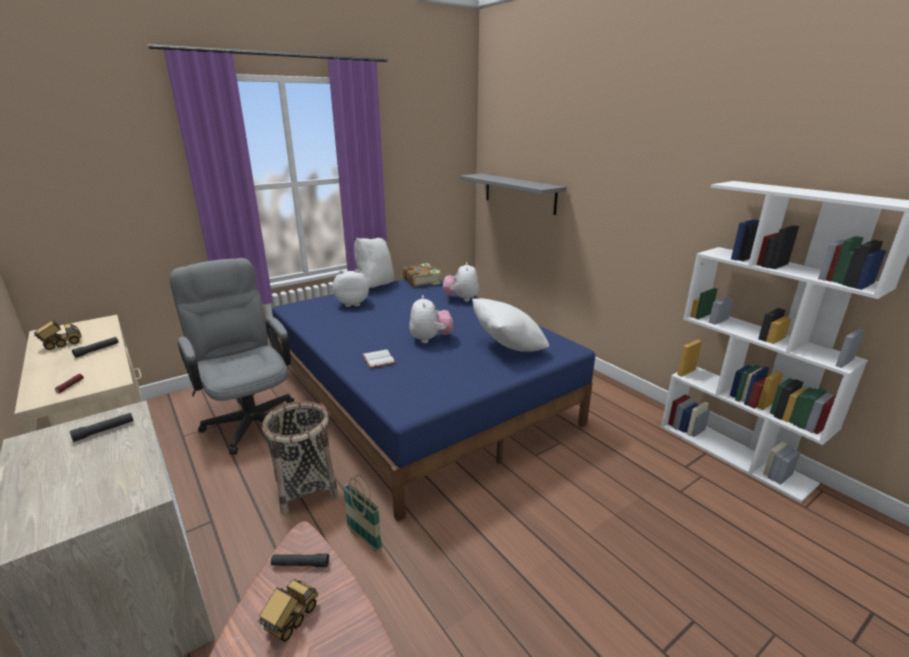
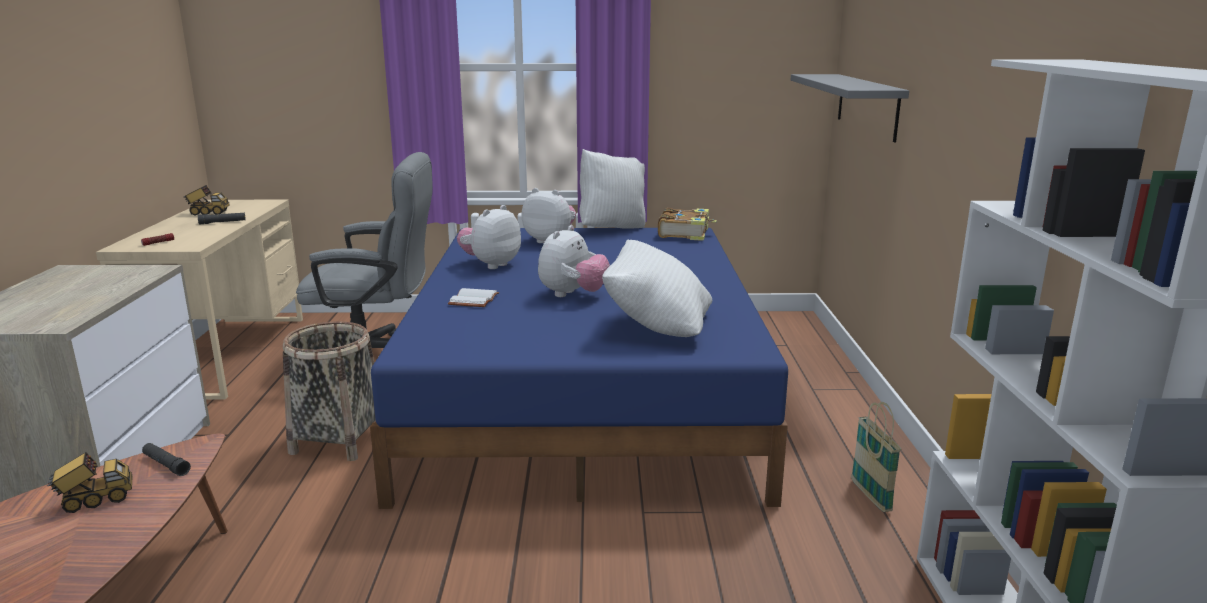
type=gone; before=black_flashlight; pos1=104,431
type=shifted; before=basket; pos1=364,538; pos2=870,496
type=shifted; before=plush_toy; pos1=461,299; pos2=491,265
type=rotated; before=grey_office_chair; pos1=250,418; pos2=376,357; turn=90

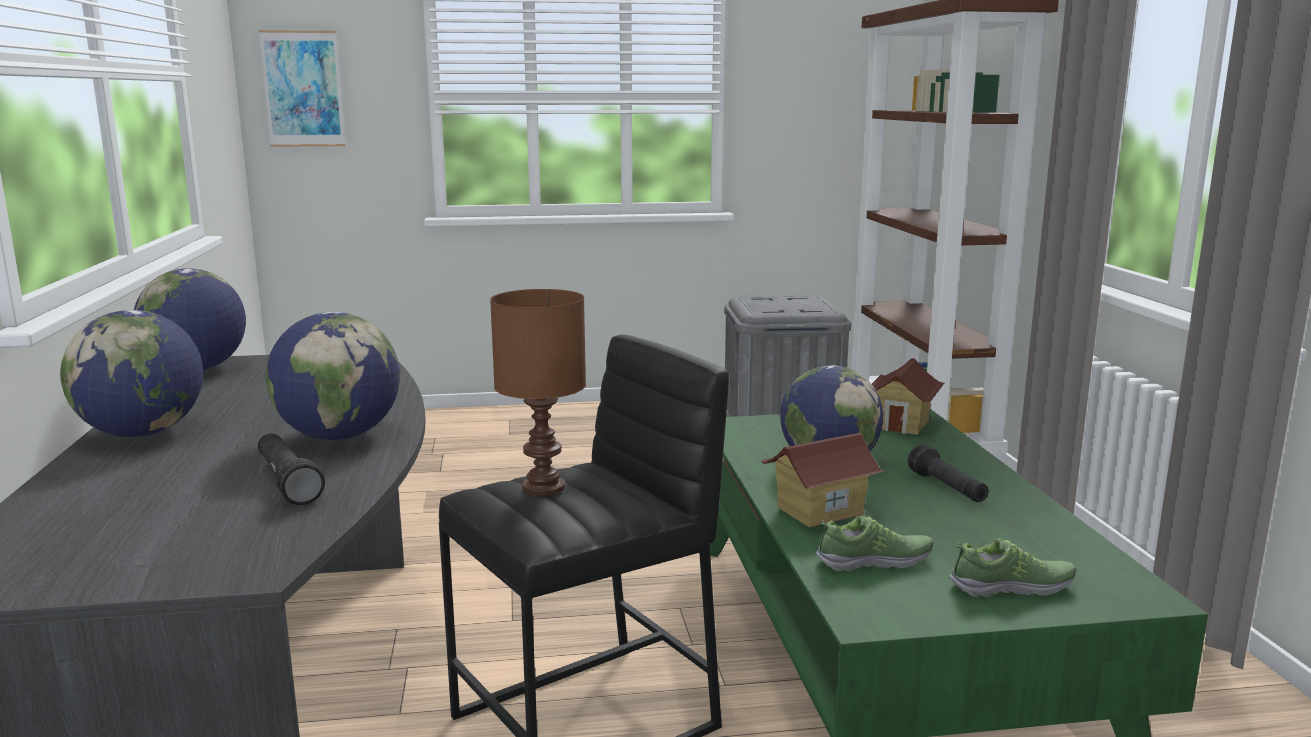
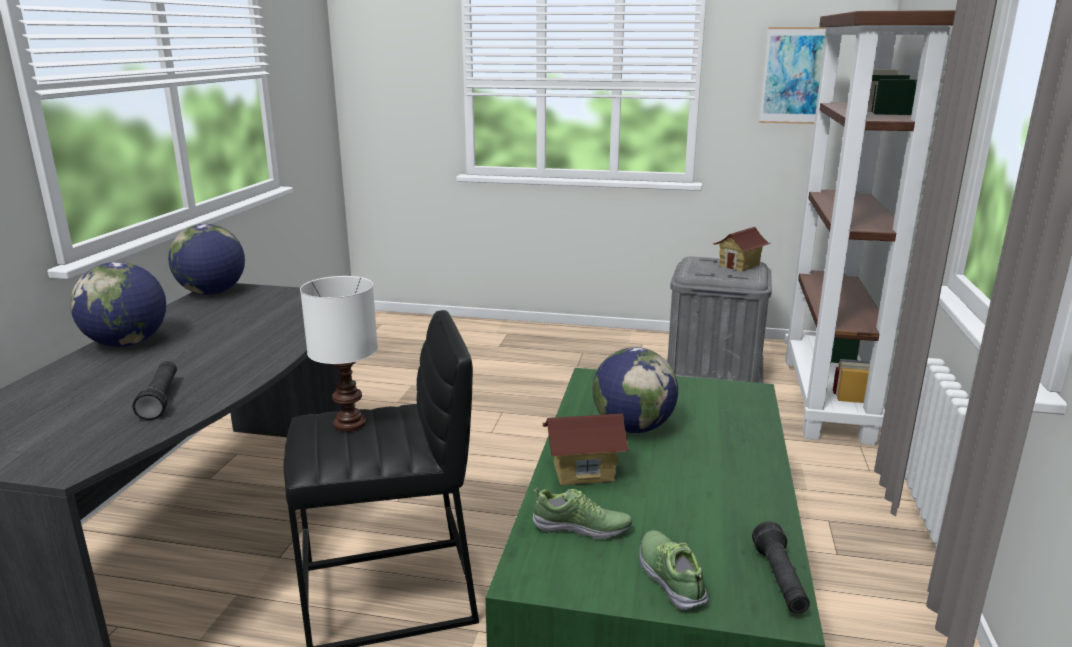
type=gone; before=globe; pos1=339,436
type=shifted; before=picture; pos1=303,89; pos2=794,76
type=shifted; before=toy_house; pos1=902,424; pos2=739,266
type=shifted; before=black_flashlight; pos1=947,489; pos2=780,580
type=repainted; before=brown_table_lamp; after=white_table_lamp; pos1=542,488; pos2=348,424
type=rotated; before=shoe; pos1=1012,587; pos2=671,577; turn=-120

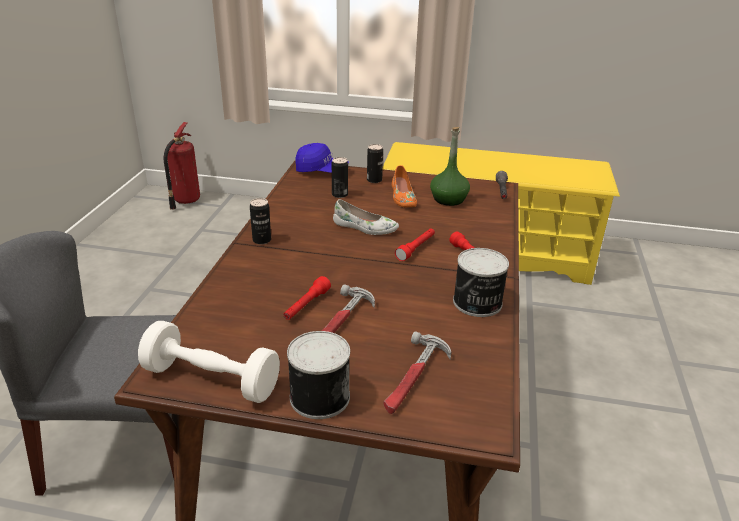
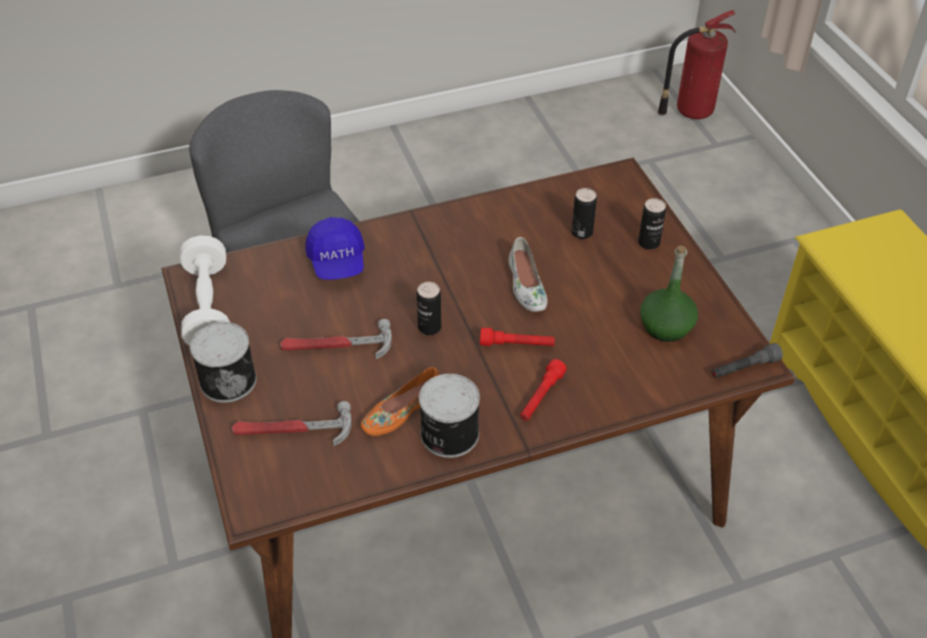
type=gone; before=red_flashlight; pos1=306,305
type=shifted; before=can; pos1=262,240; pos2=429,327
type=shifted; before=blue_cap; pos1=321,170; pos2=337,262
type=shifted; before=orange_shoe; pos1=402,197; pos2=401,410

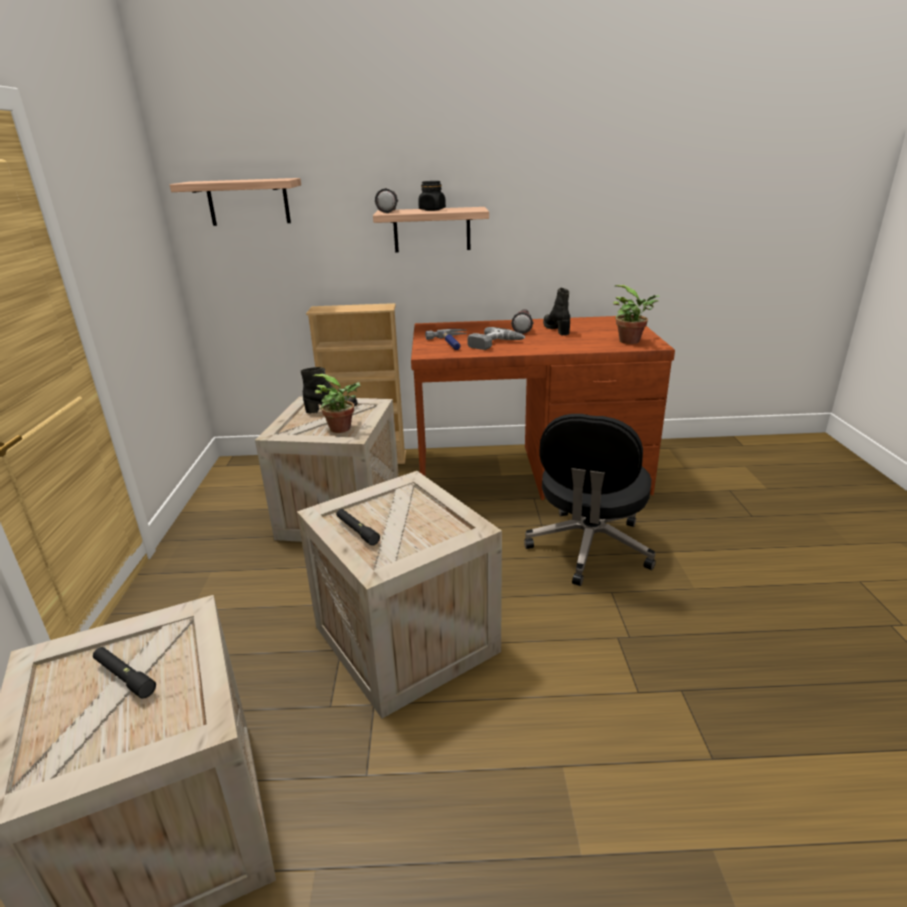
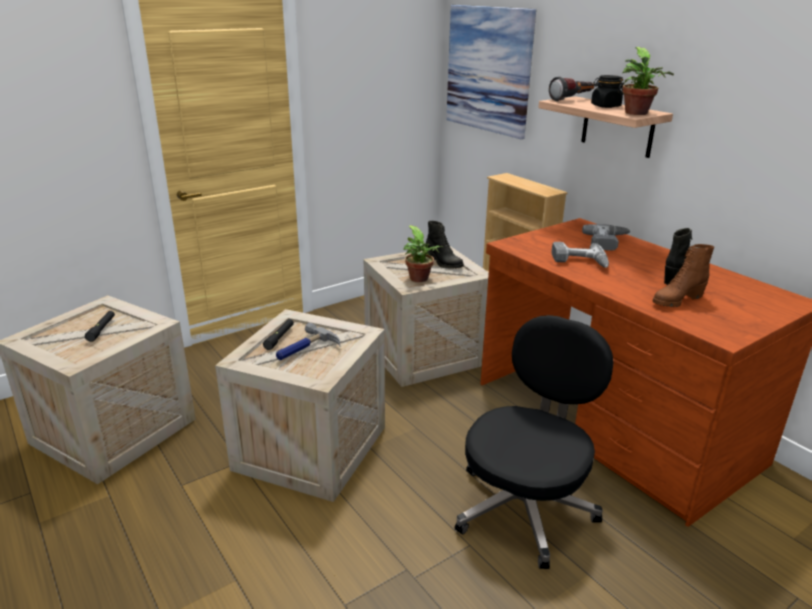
type=gone; before=flashlight; pos1=523,328
type=new; after=power_drill; pos2=608,242
type=new; after=brown_boot; pos2=677,300
type=shifted; before=hammer; pos1=452,343; pos2=305,349
type=shifted; before=potted_plant; pos1=632,341; pos2=637,113
type=swapped; before=shelf; after=picture; pos1=248,202; pos2=488,70
type=rotated; before=black_office_chair; pos1=589,548; pos2=525,507; turn=135

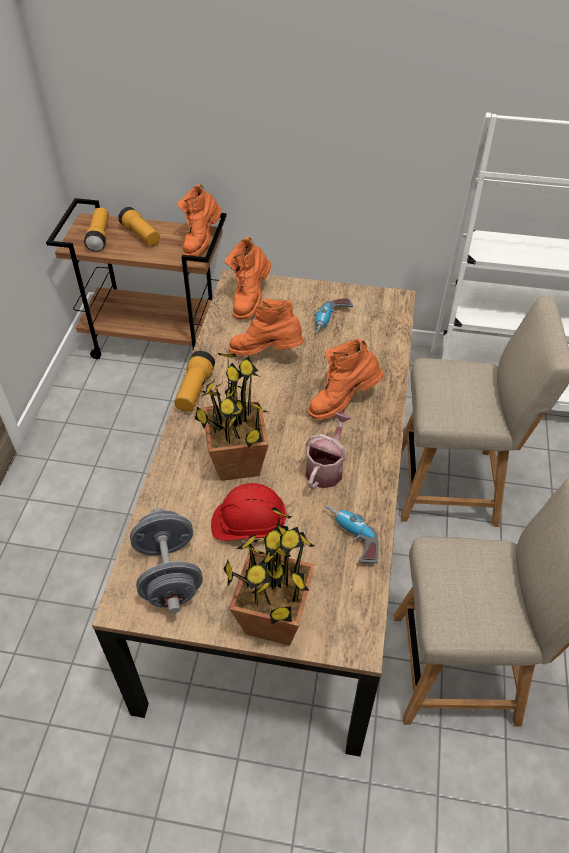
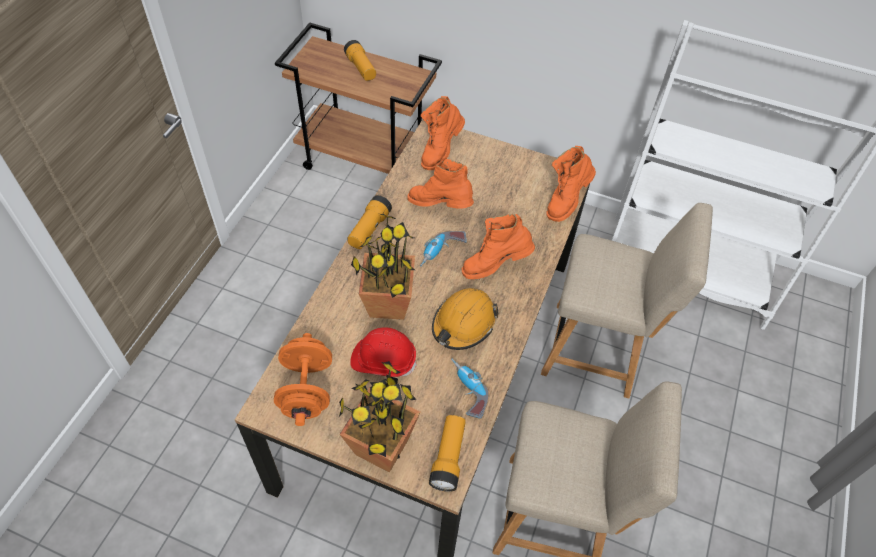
type=shifted; before=flashlight; pos1=99,237; pos2=448,457
type=shifted; before=orange_boot; pos1=201,241; pos2=566,201
type=shifted; before=power_drill; pos1=331,321; pos2=441,253
type=swapped; before=watering_can; after=orange_hard_hat; pos1=326,468; pos2=463,324
type=repainted; before=grey_dumbbell; after=orange_dumbbell; pos1=169,574; pos2=306,390

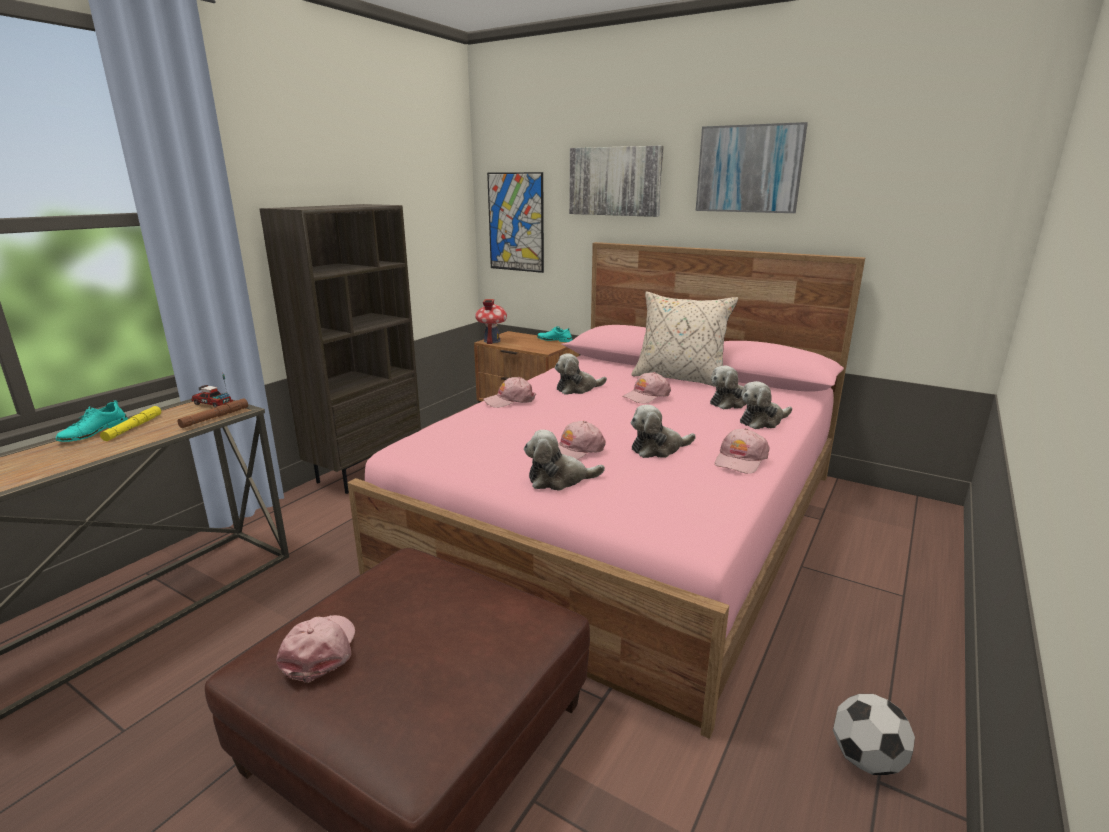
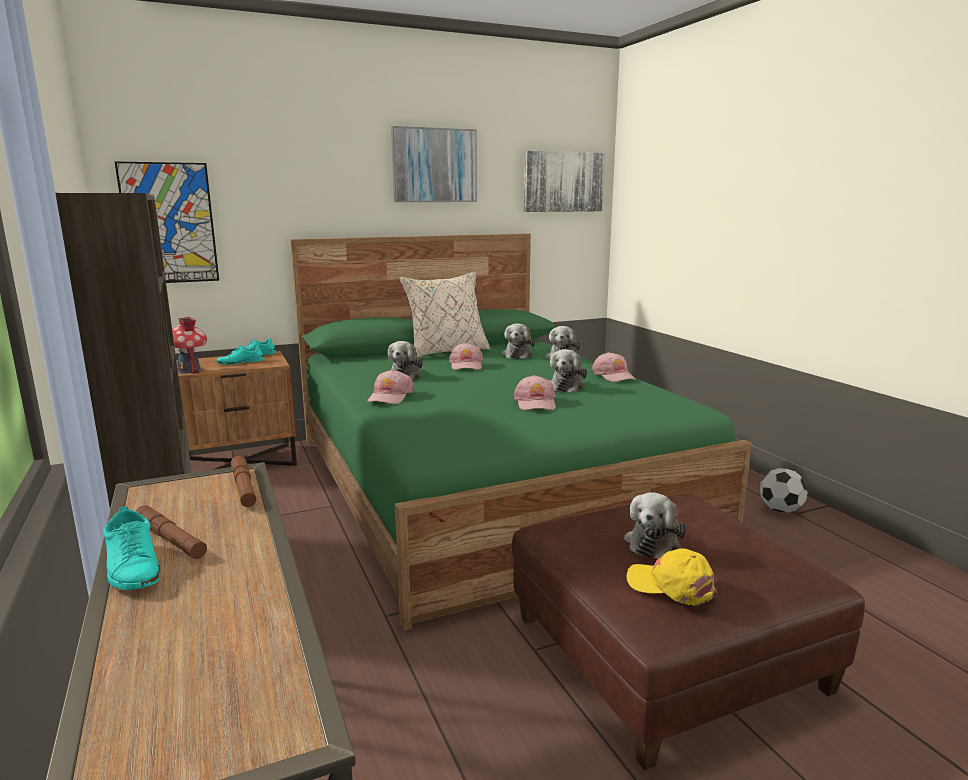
type=gone; before=toy_truck; pos1=212,404
type=new; after=turquoise_shoe; pos2=240,362
type=shifted; before=plush_toy; pos1=559,479; pos2=653,542
type=shifted; before=picture; pos1=615,181; pos2=563,182
type=repainted; before=yellow_flashlight; after=brown_flashlight; pos1=133,427; pos2=170,539
type=repainted; before=pink_cap; after=yellow_cap; pos1=320,651; pos2=671,586
type=repainted; before=pink_bed; after=green_bed; pos1=629,521; pos2=485,482

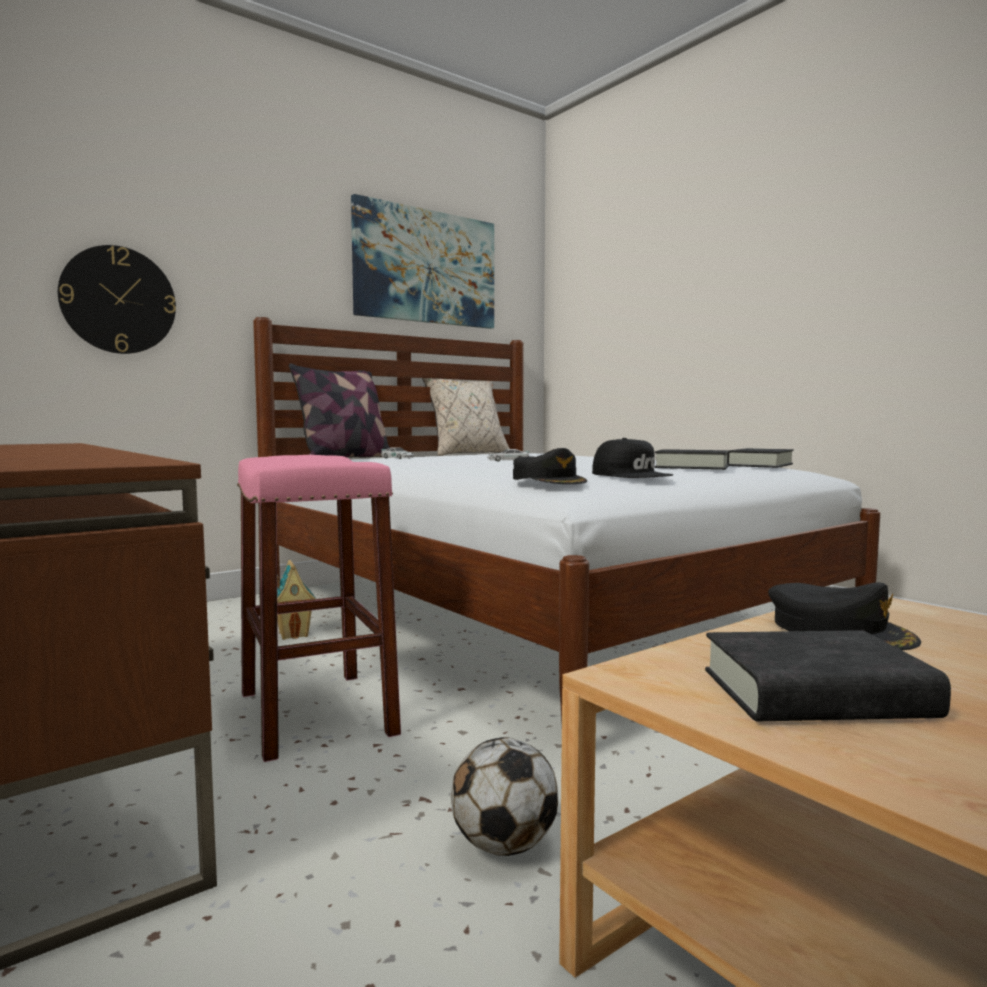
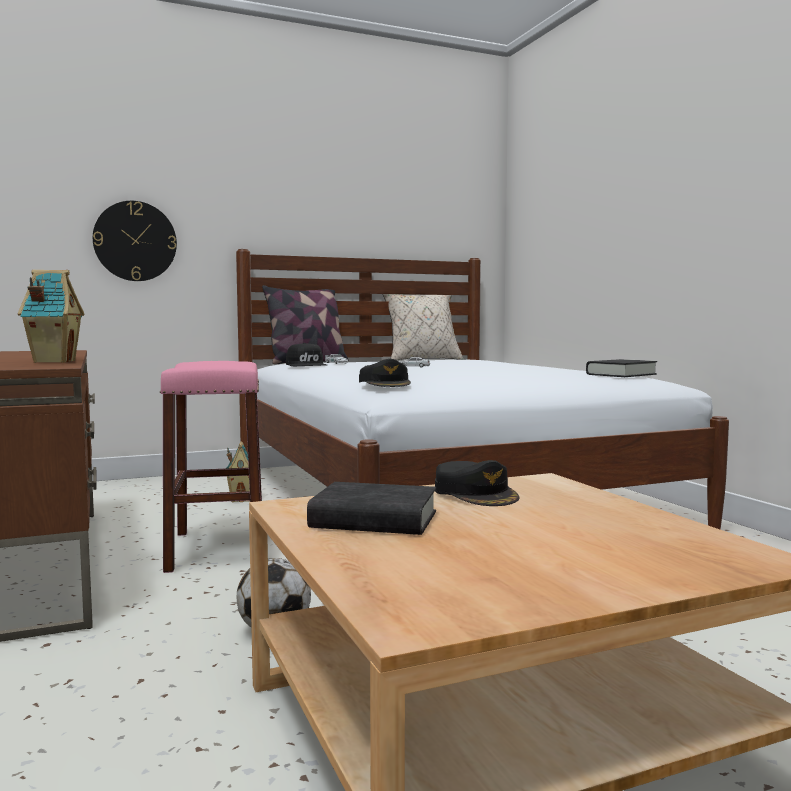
type=gone; before=picture; pos1=426,267
type=gone; before=black_book; pos1=692,467
type=new; after=toy_house; pos2=53,361
type=shifted; before=black_cap; pos1=632,475; pos2=307,365

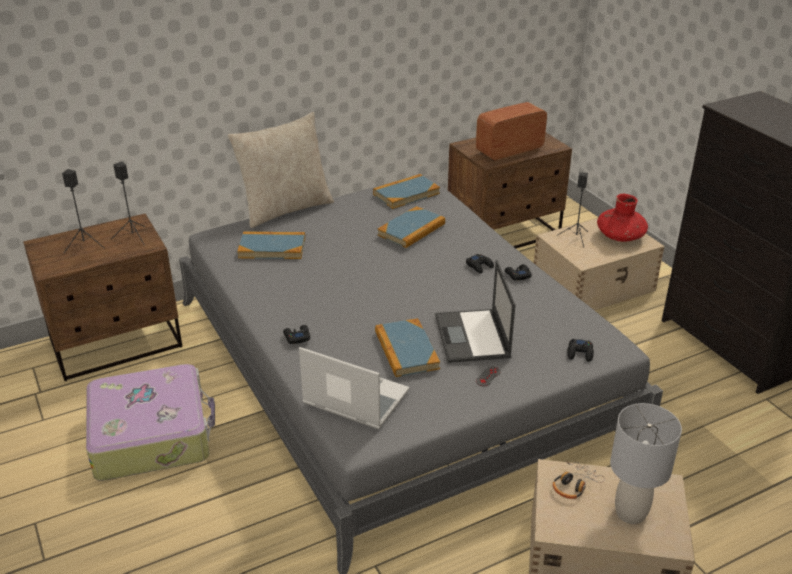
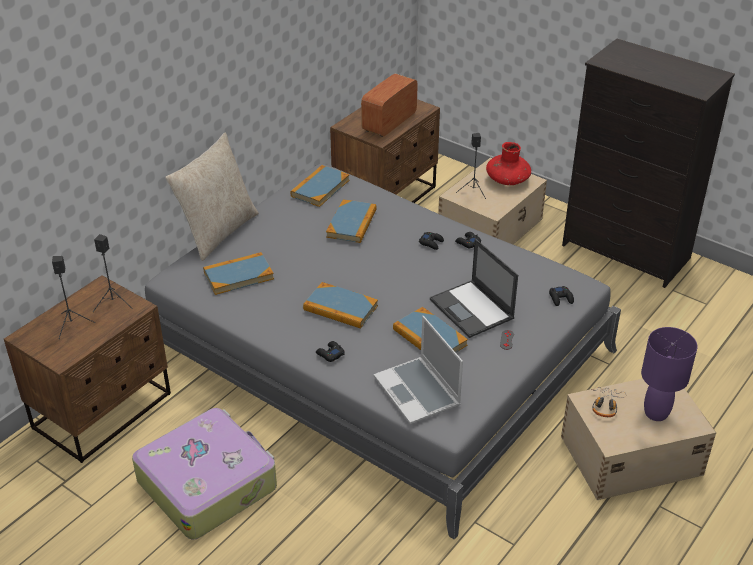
type=new; after=book; pos2=340,308
type=repainted; before=grey_table_lamp; after=purple_table_lamp; pos1=630,513; pos2=656,413
type=rotated; before=laptop; pos1=354,398; pos2=418,392; turn=-120

